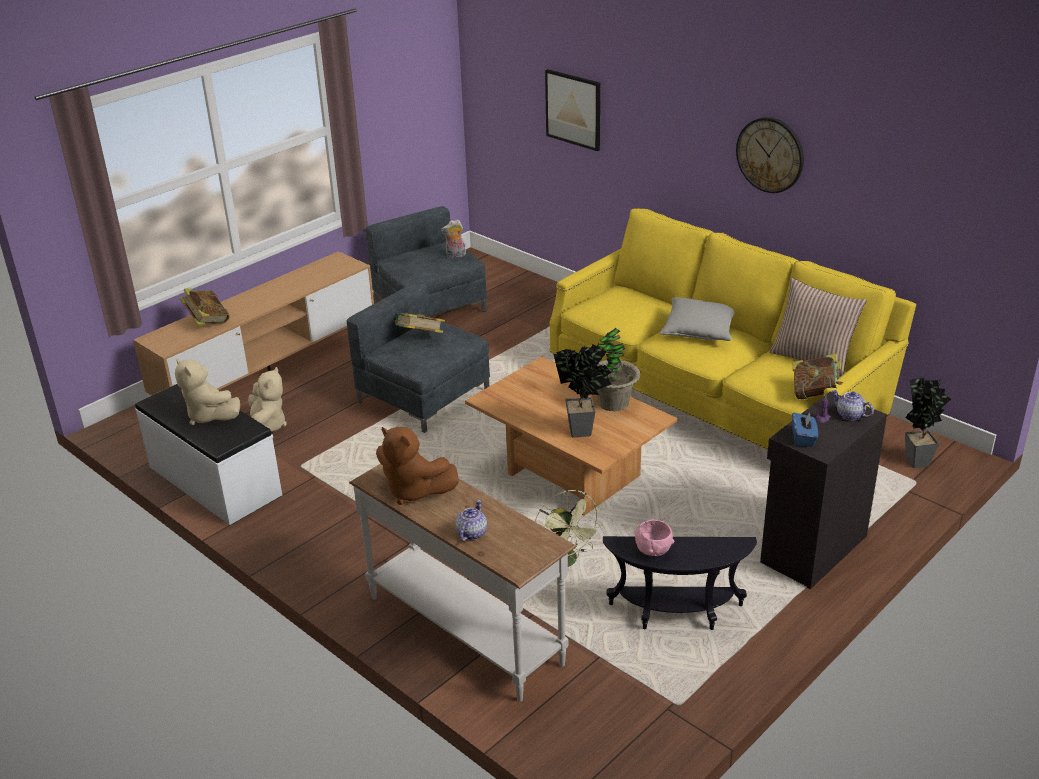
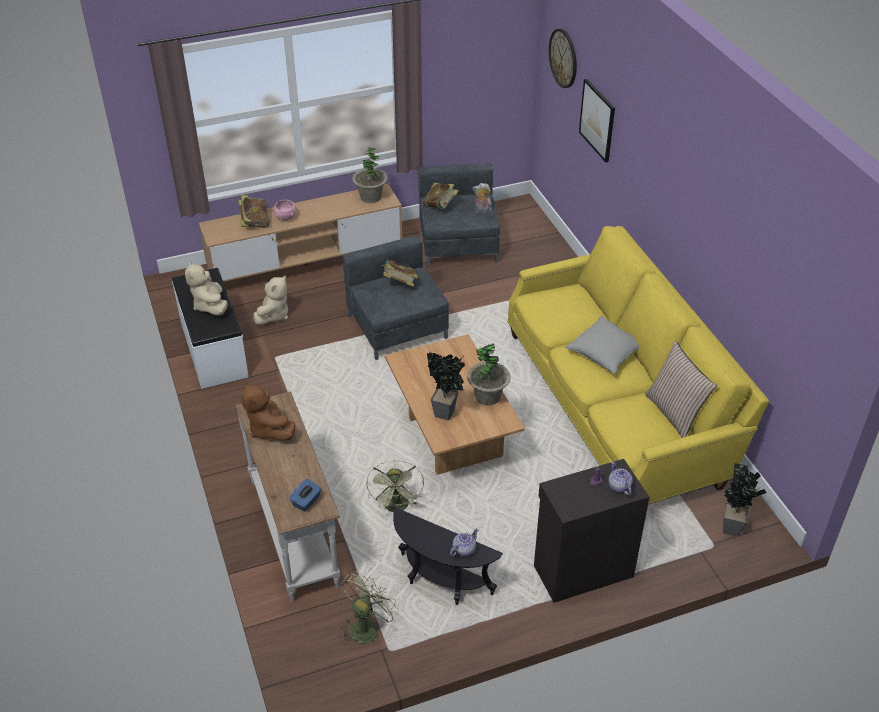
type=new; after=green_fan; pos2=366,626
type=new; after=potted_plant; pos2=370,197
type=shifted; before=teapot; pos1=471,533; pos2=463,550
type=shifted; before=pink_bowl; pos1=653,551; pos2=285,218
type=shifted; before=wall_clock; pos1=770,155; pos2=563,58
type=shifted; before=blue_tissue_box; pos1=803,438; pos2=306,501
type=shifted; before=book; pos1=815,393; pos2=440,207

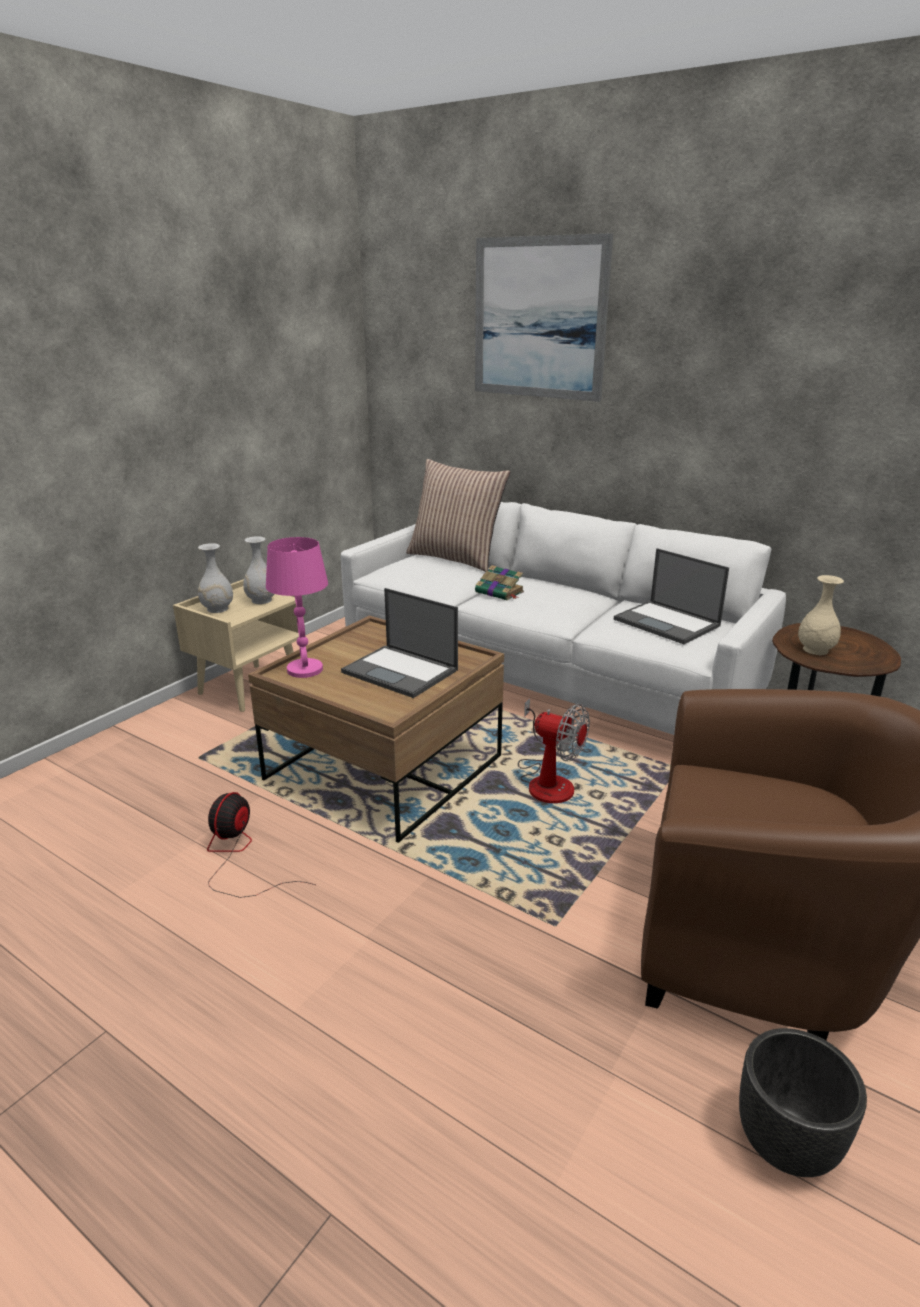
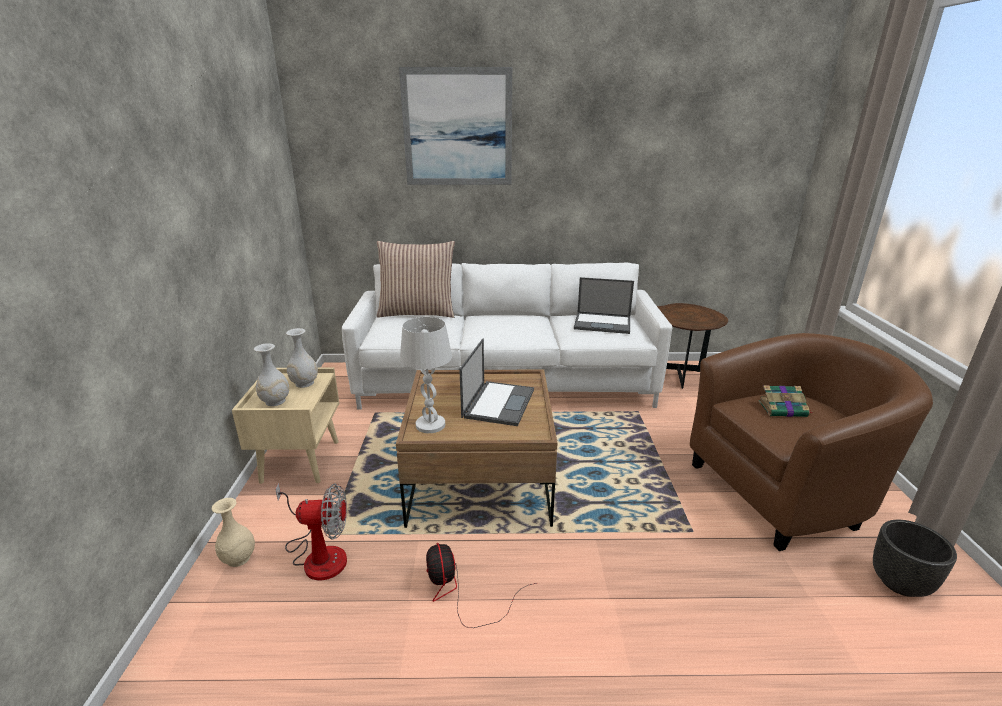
type=shifted; before=book; pos1=500,592; pos2=783,409
type=shifted; before=fan; pos1=547,780; pos2=318,554
type=shifted; before=beige_vase; pos1=814,650; pos2=238,558
type=repainted; before=pink_table_lamp; after=white_table_lamp; pos1=304,669; pos2=430,425
type=rotated; before=laptop; pos1=401,671; pos2=498,403; turn=-75

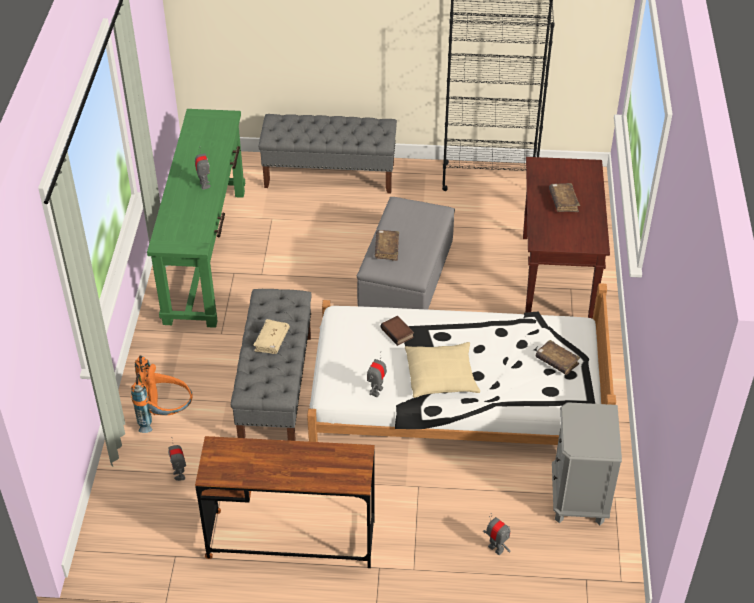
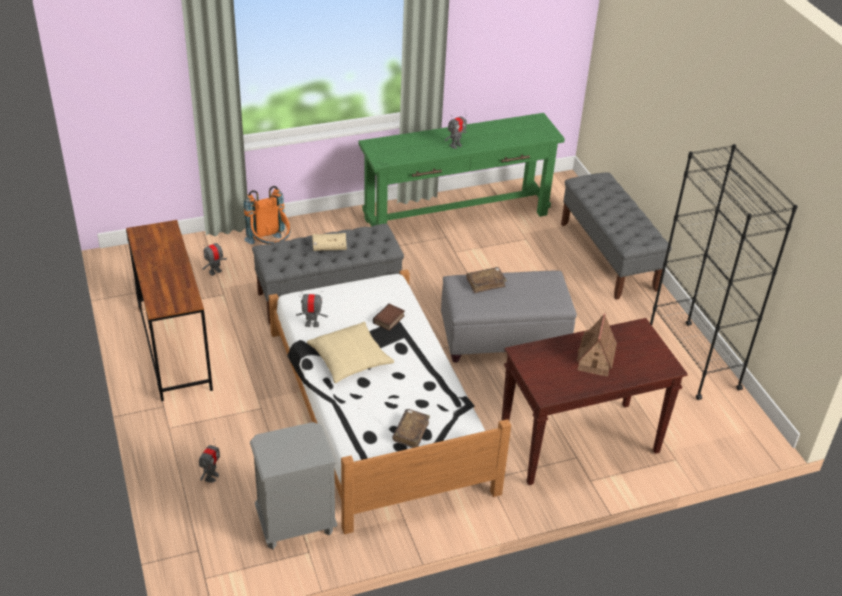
type=swapped; before=brown_book; after=toy_house; pos1=563,201; pos2=595,357

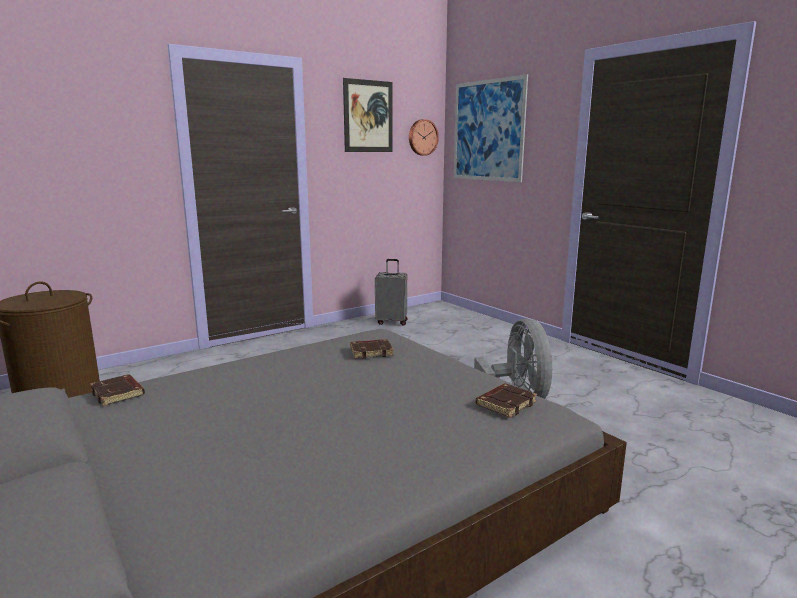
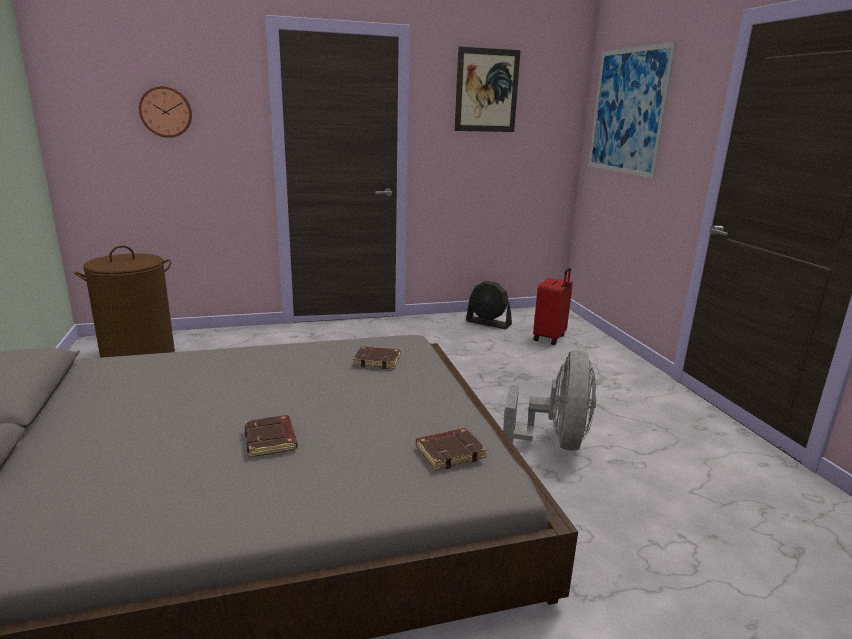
type=new; after=red_suitcase; pos2=550,338
type=shifted; before=brown_book; pos1=119,393; pos2=271,440
type=shifted; before=wall_clock; pos1=422,137; pos2=166,112
type=swapped; before=grey_suitcase; after=black_fan; pos1=392,322; pos2=488,323

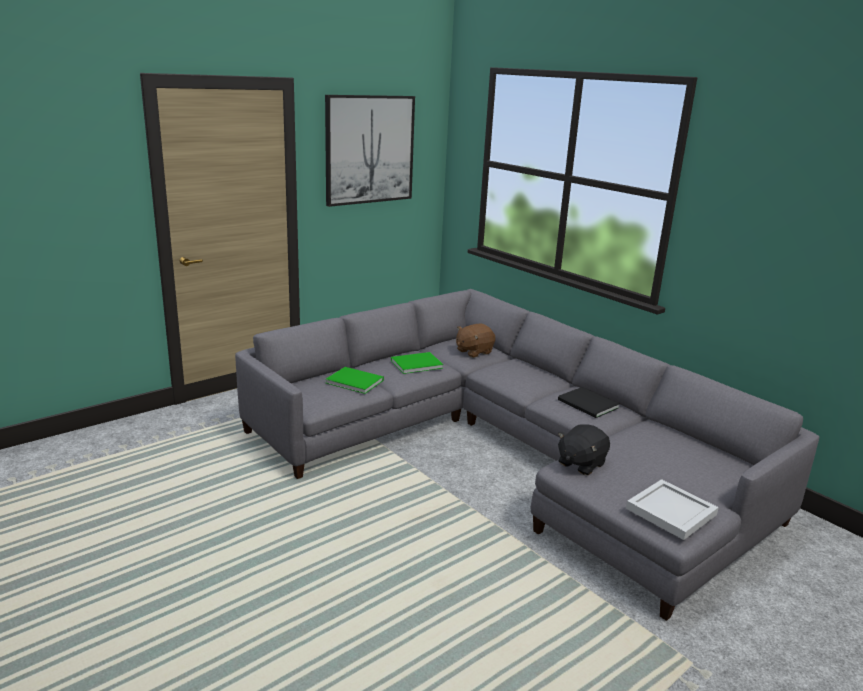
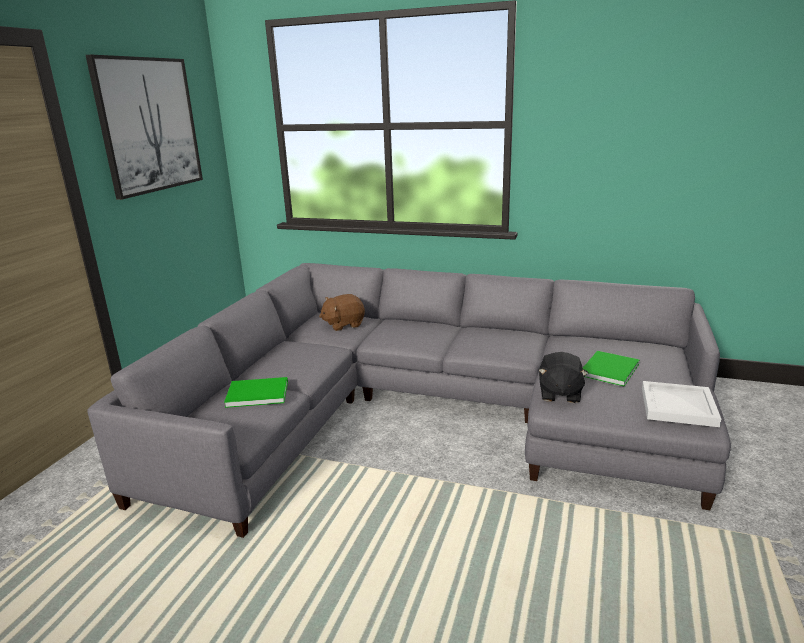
type=gone; before=black_book; pos1=588,405
type=shifted; before=green_book; pos1=414,364; pos2=607,370
type=rotated; before=brown_plush_toy; pos1=473,352; pos2=343,324; turn=45

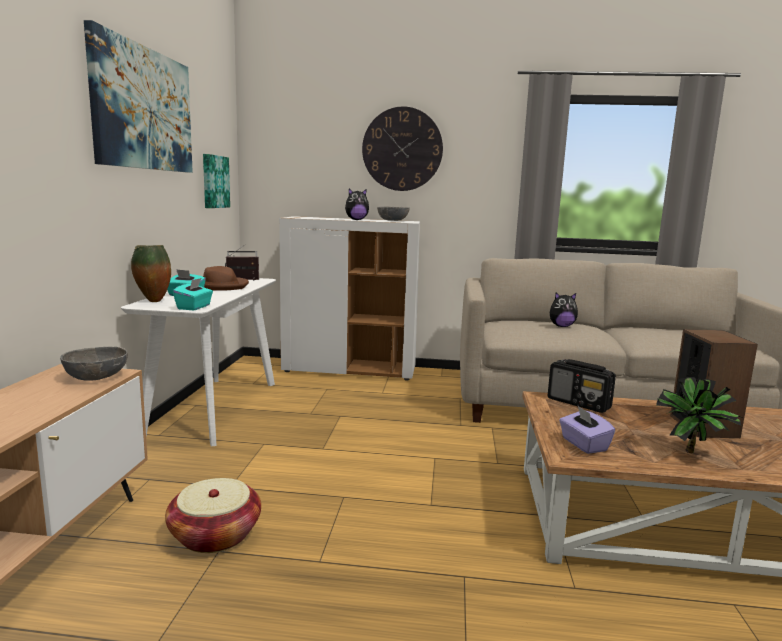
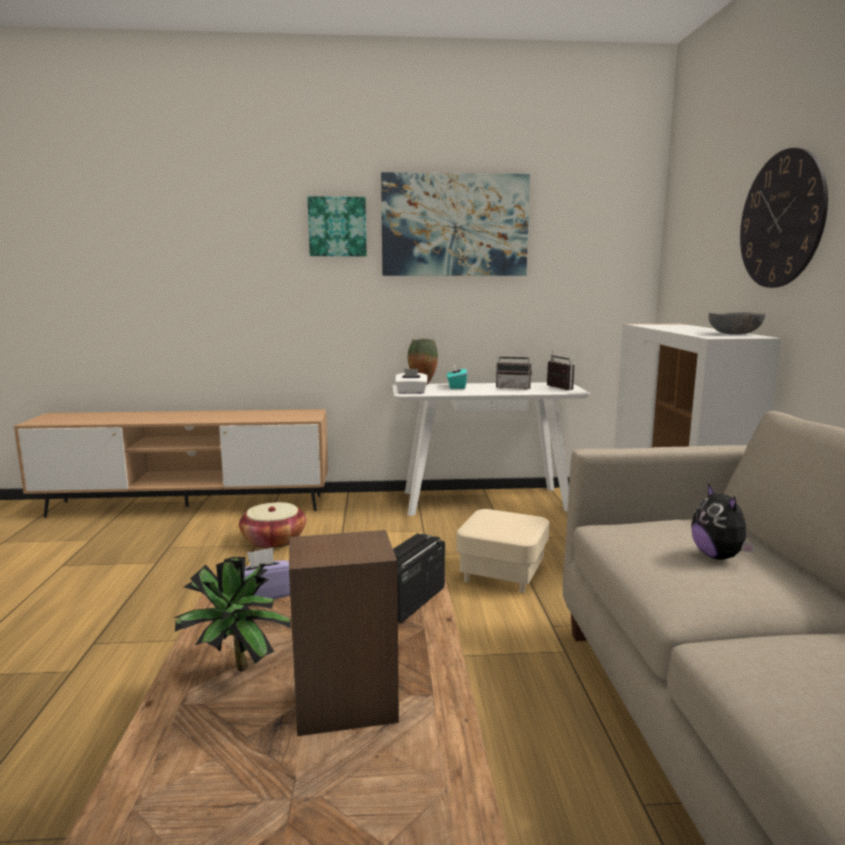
type=gone; before=grey_bowl; pos1=96,377
type=gone; before=plush_toy; pos1=356,220
type=new; after=beige_ottoman; pos2=502,574
type=shifted; before=picture; pos1=214,181; pos2=337,227
type=swapped; before=brown_hat; after=radio; pos1=220,286; pos2=514,387
type=repainted; before=turquoise_tissue_box; after=white_tissue_box; pos1=194,307; pos2=411,393

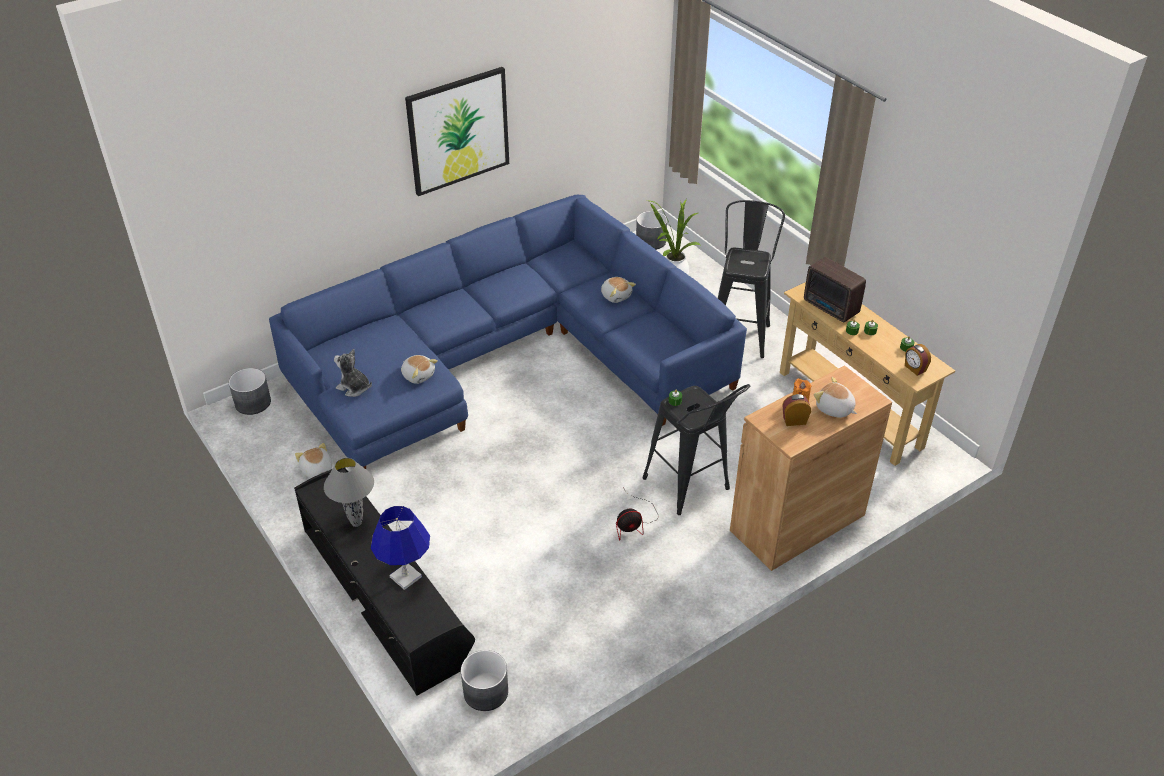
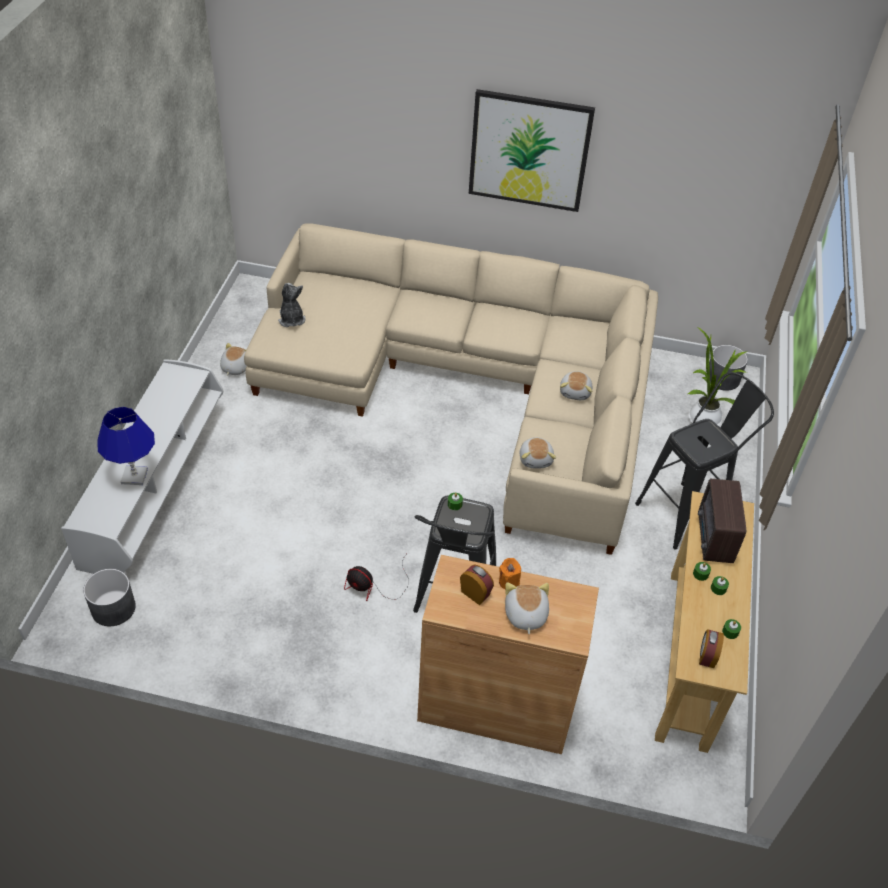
type=gone; before=grey_planter; pos1=253,402
type=gone; before=grey_table_lamp; pos1=356,523
type=shifted; before=plush_toy; pos1=418,375; pos2=536,459
type=repainted; before=blue_sofa; after=beige_sofa; pos1=507,357; pos2=469,386
type=repainted; before=black_tv_stand; after=white_tv_stand; pos1=386,593; pos2=156,485

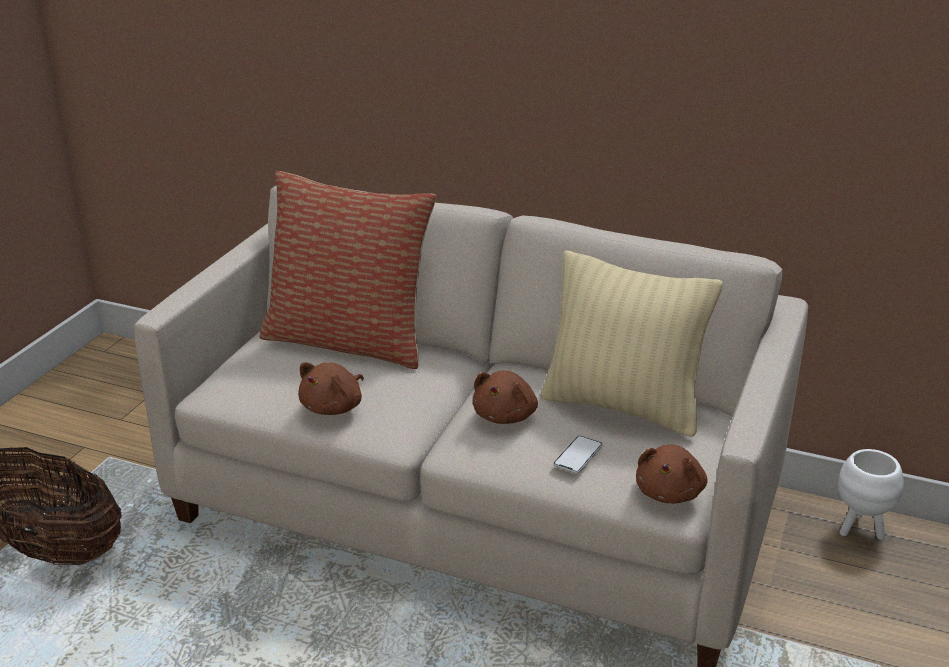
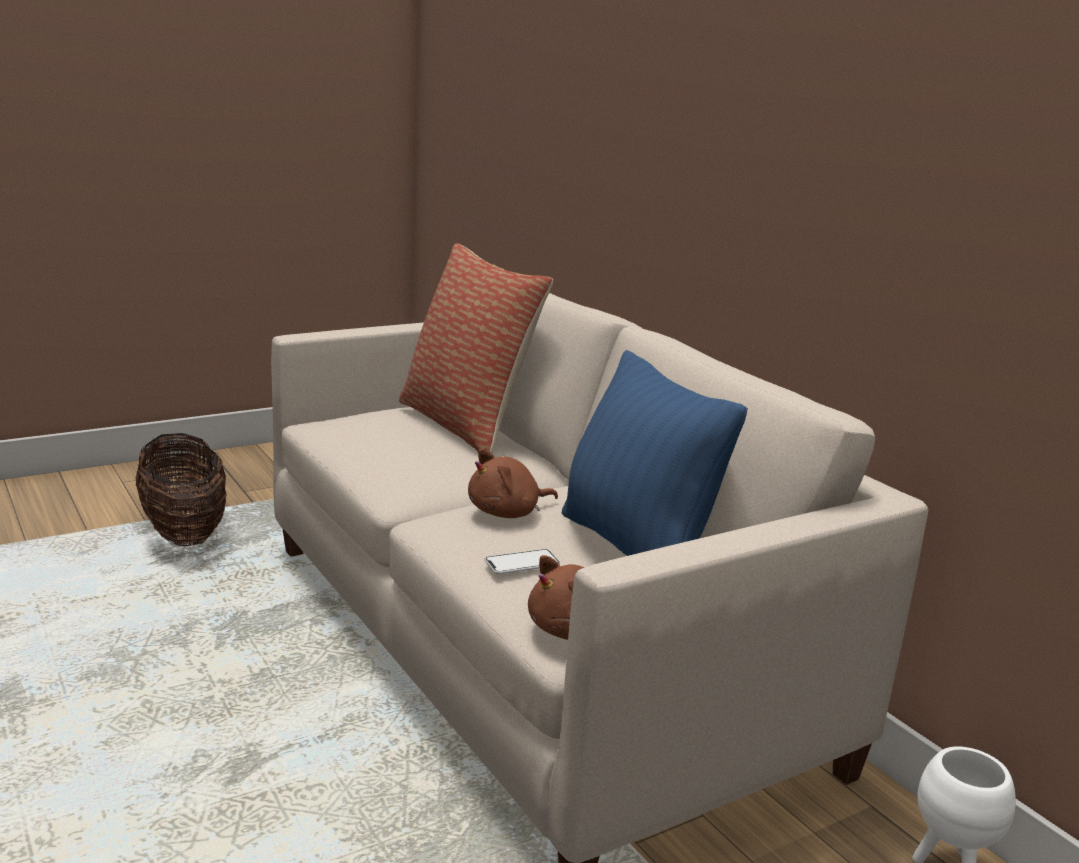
type=gone; before=brown_plush_toy; pos1=334,407
type=repainted; before=beige_pillow; after=blue_pillow; pos1=622,406; pos2=635,549

